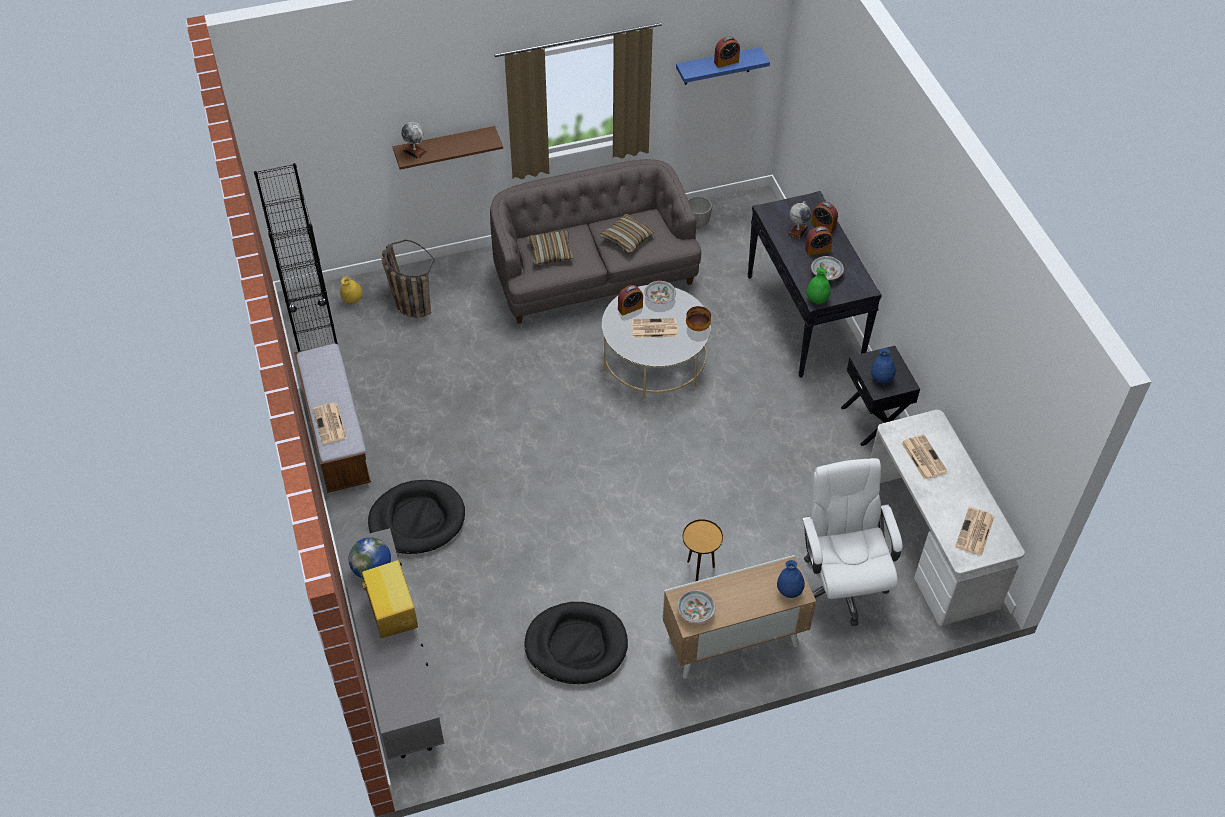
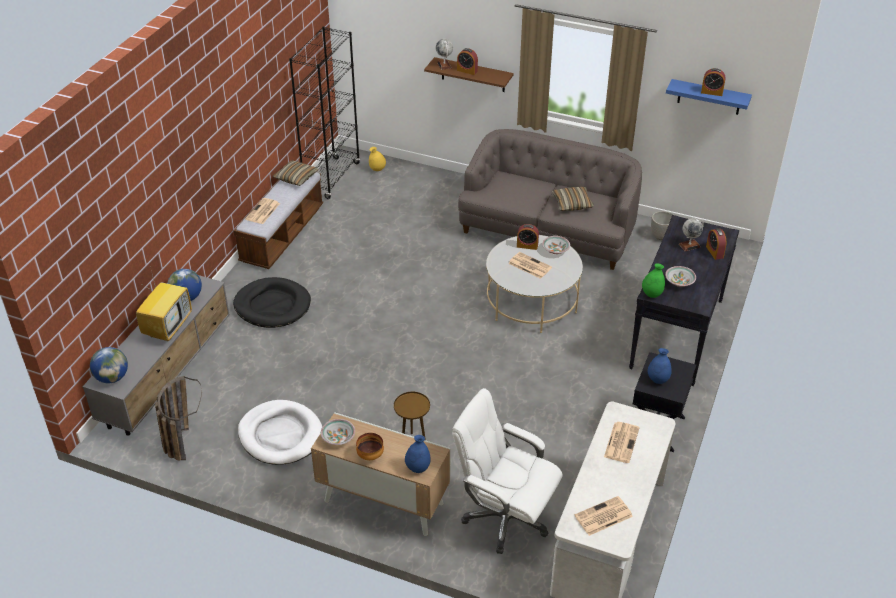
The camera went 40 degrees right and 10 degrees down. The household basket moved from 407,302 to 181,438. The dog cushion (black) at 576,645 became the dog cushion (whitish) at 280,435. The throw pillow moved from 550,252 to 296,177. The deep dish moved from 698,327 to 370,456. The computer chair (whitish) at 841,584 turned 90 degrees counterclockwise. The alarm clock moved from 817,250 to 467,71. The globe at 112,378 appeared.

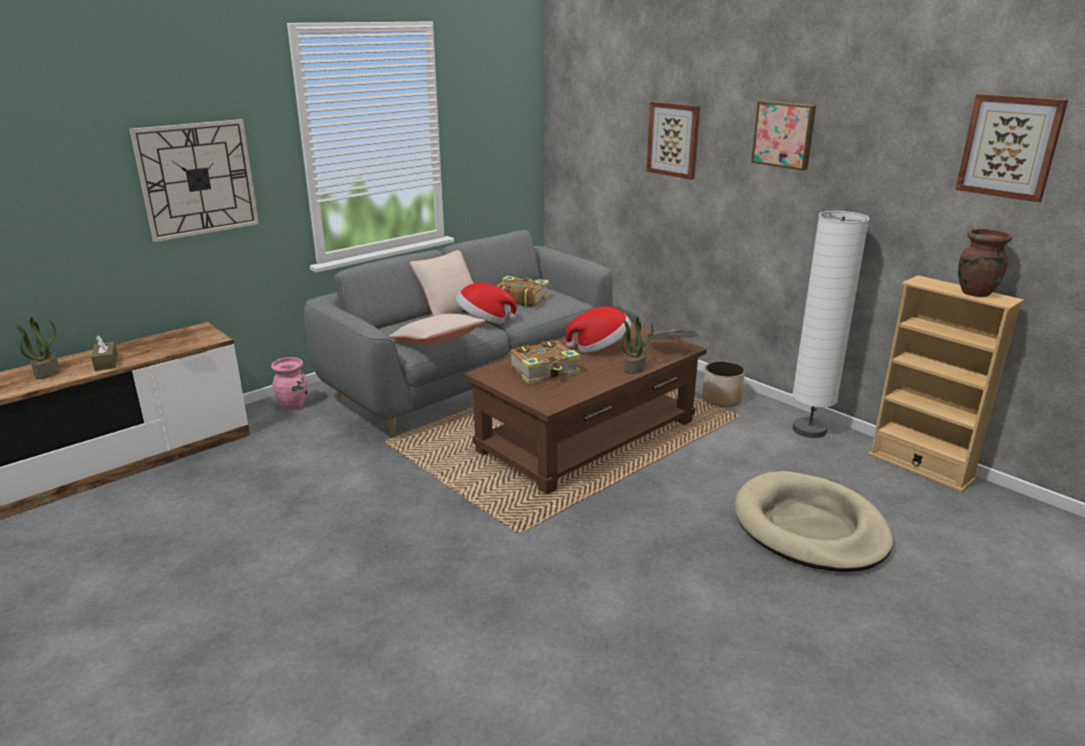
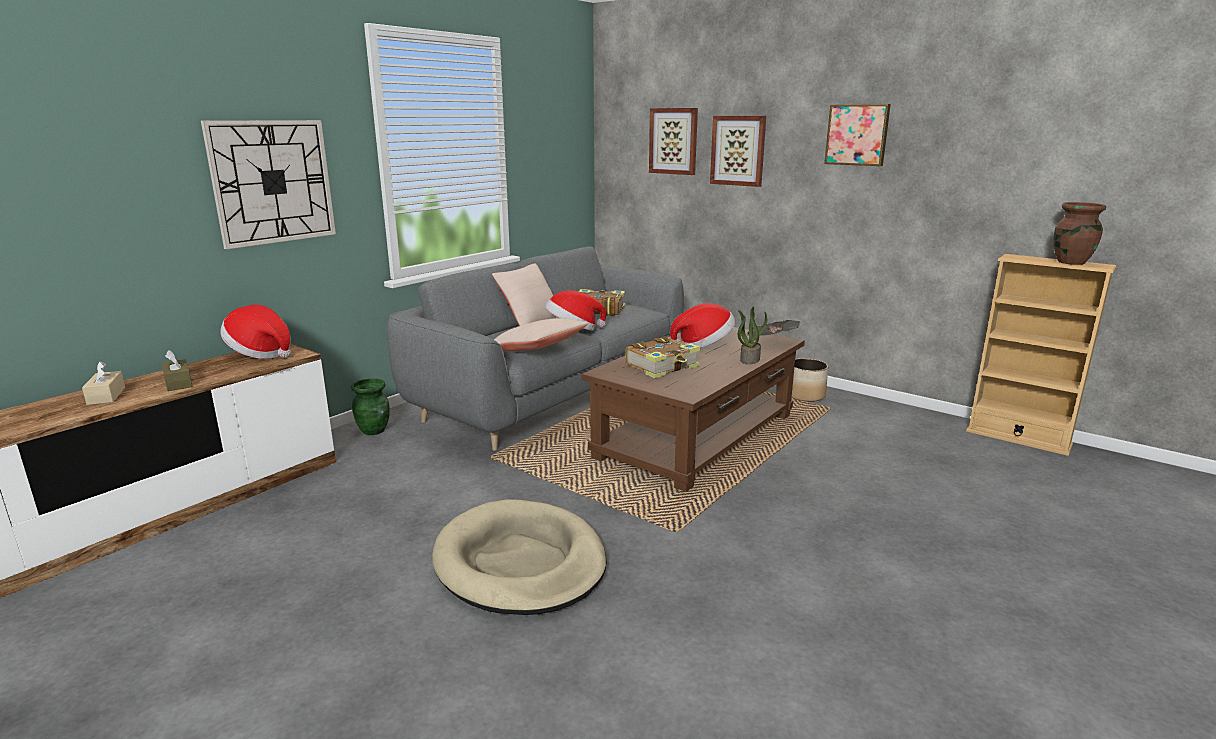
The camera went 10 degrees left and 5 degrees down. The houseplant at 46,372 was replaced by the tissue box (beige) at 106,396. The flower vase (pinkish) at 293,405 became the flower vase (green) at 374,430. The dog cushion (beige) moved from 809,527 to 520,563. The standard lamp (whitish) at 809,430 disappeared. The wall art moved from 1010,146 to 673,141. The hat at 261,353 appeared.

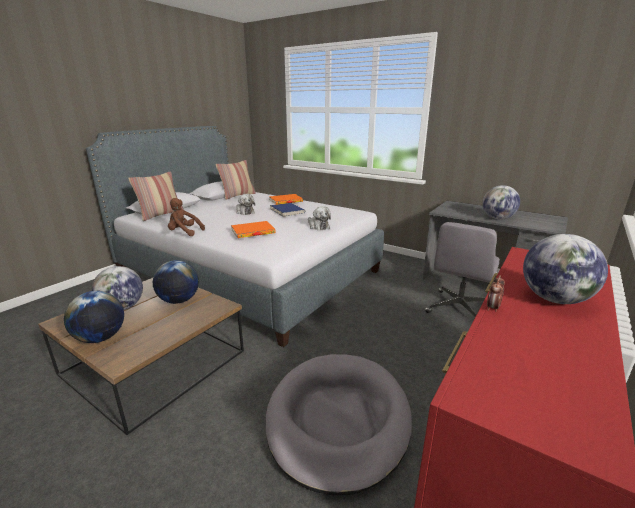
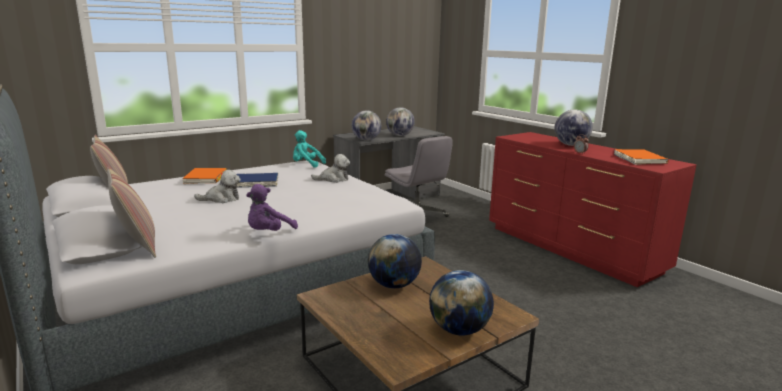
The camera went 70 degrees left and 5 degrees down. The globe moved from 122,308 to 366,140. The soft toy (brownish) at 184,232 became the soft toy (purple-coloured) at 269,233. The book (orange-coloured) moved from 253,232 to 639,159. The dog cushion (greyish) at 338,420 disappeared. The soft toy (blue-green) at 306,165 appeared.

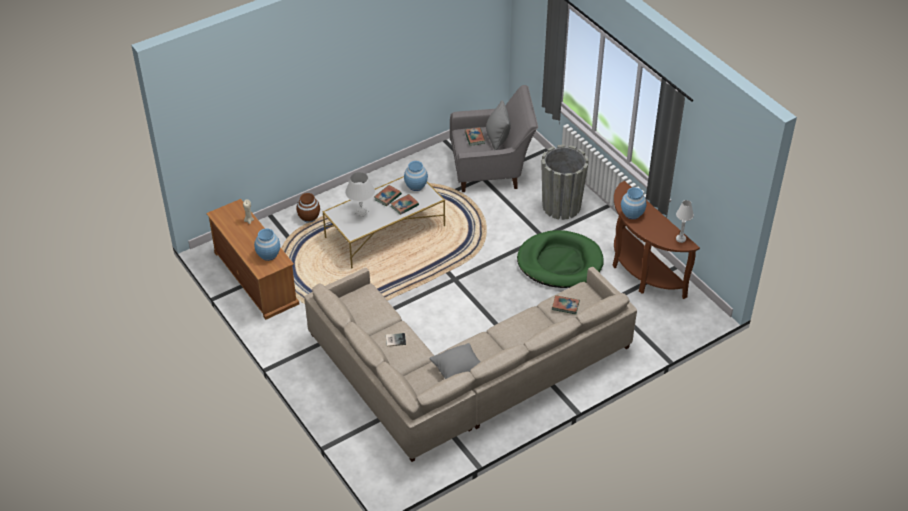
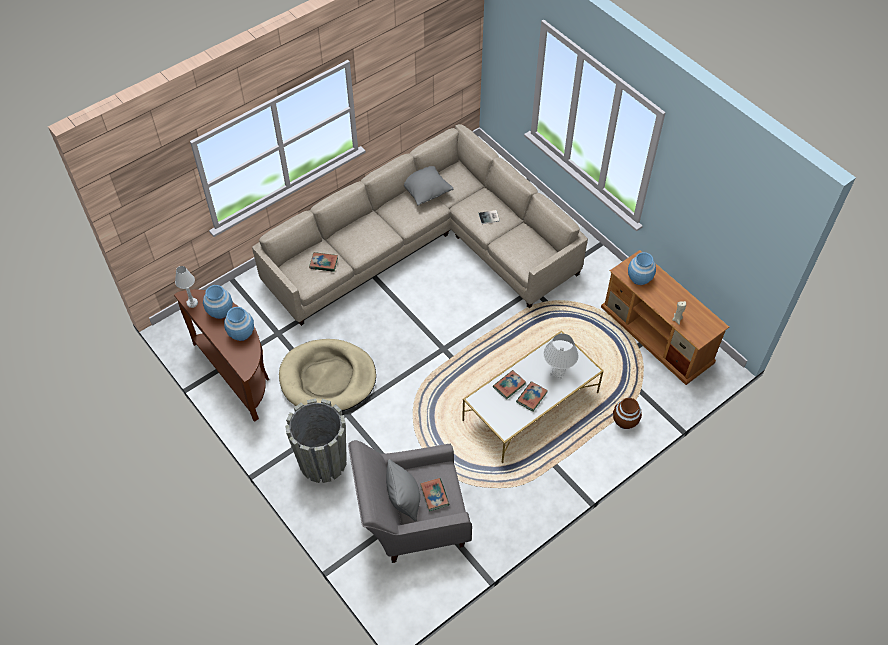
The camera went 175 degrees right and 10 degrees up. The flower vase (bluish) moved from 416,185 to 220,311. The dog cushion (green) at 560,262 became the dog cushion (beige) at 328,378.

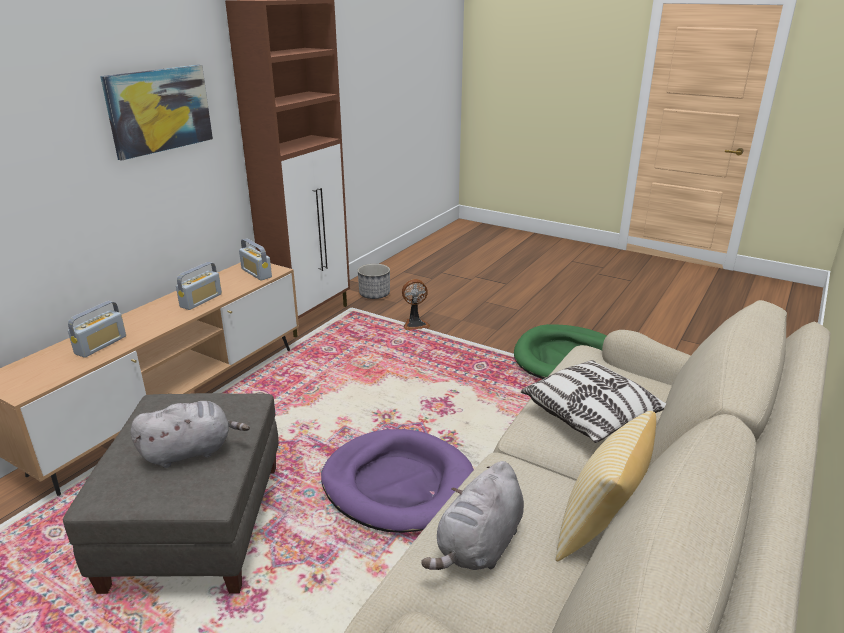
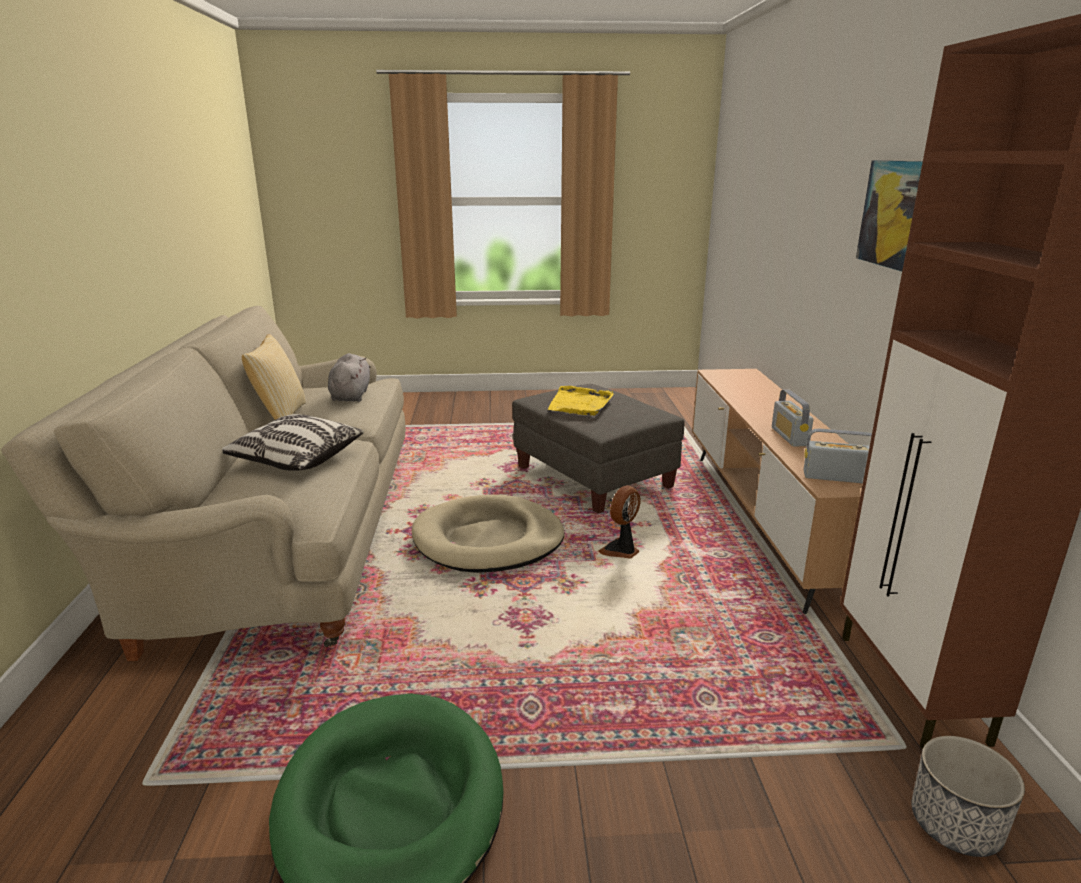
The camera went 145 degrees right and 5 degrees down. The radio set at 101,345 disappeared. The soft toy (greyish) at 191,451 was replaced by the carrying tray (yellowish) at 580,404. The dog cushion (purple-coloured) at 398,484 became the dog cushion (beige) at 488,540. The electric fan moved from 415,324 to 621,551.

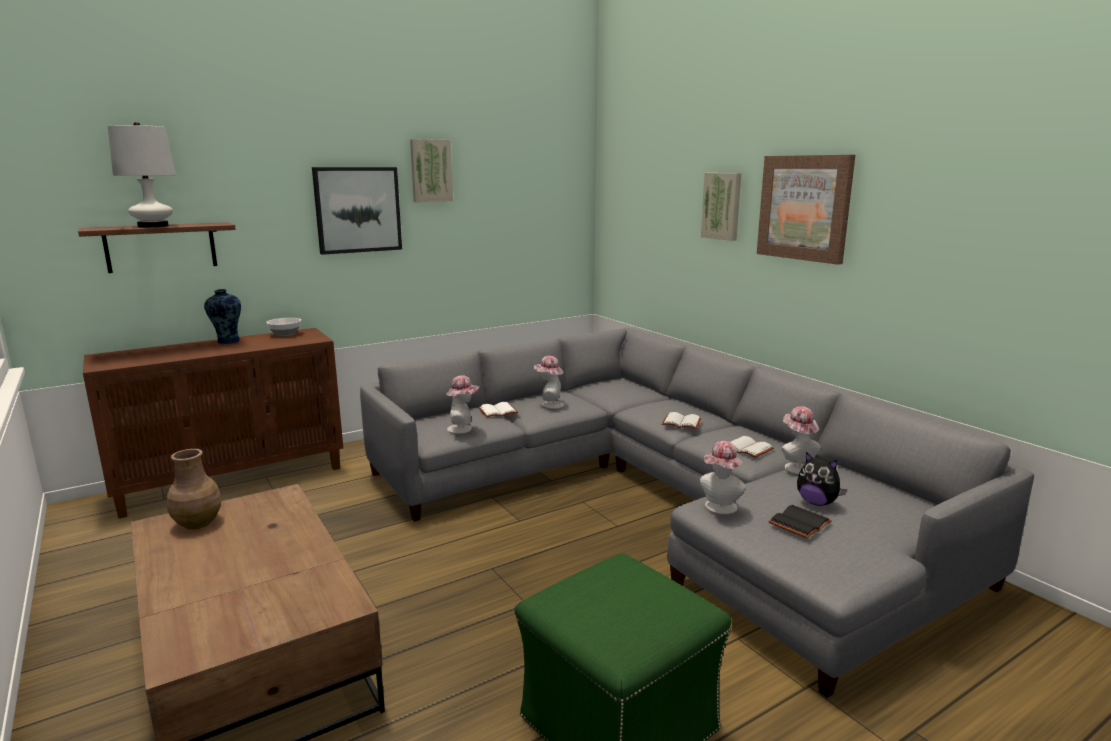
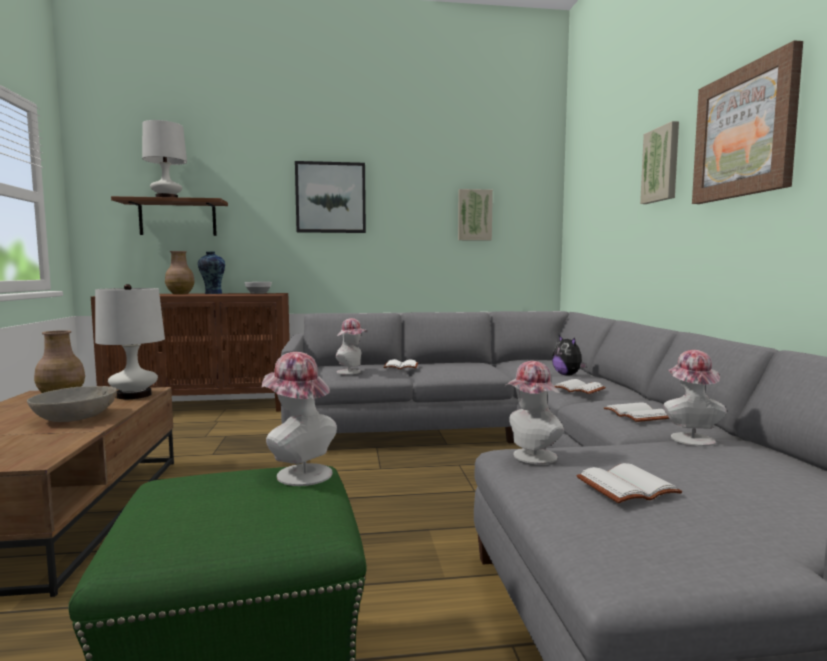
The camera went 25 degrees right and 10 degrees down. The wall art moved from 430,171 to 474,215. The hat moved from 549,404 to 298,473. The book (black) at 800,524 became the book (whitish) at 627,488. The soft toy moved from 817,502 to 568,375. The deep dish (greyish) at 75,417 appeared. The lamp for a table (whitish) at 134,395 appeared. The flower vase (brownish) at 180,293 appeared.

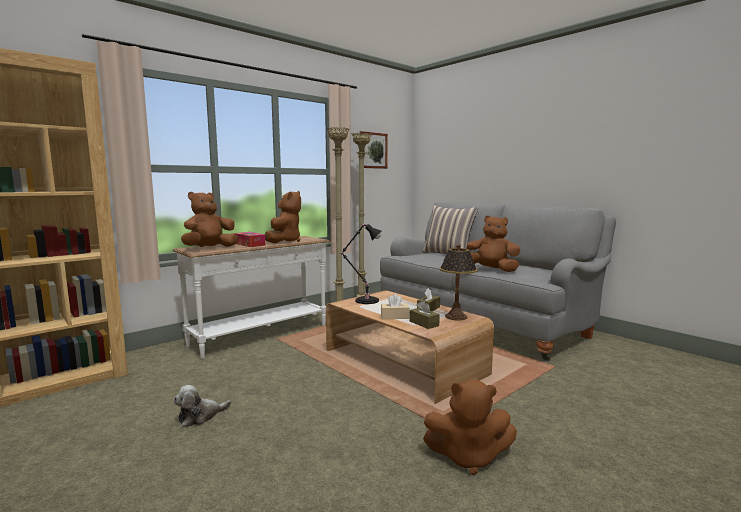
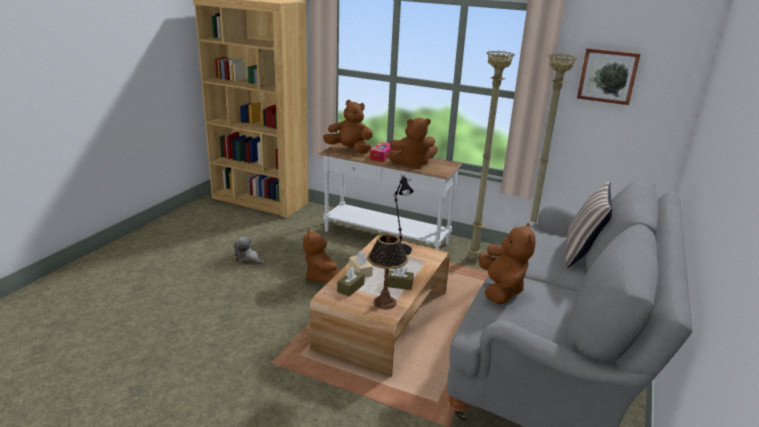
The camera went 65 degrees right and 15 degrees up. The soft toy (brownish) moved from 468,457 to 322,278.

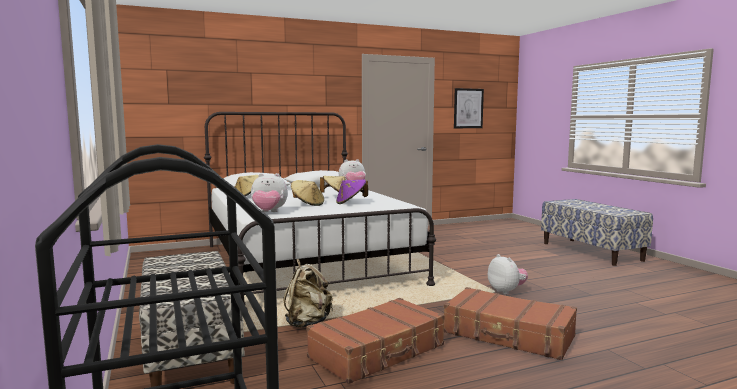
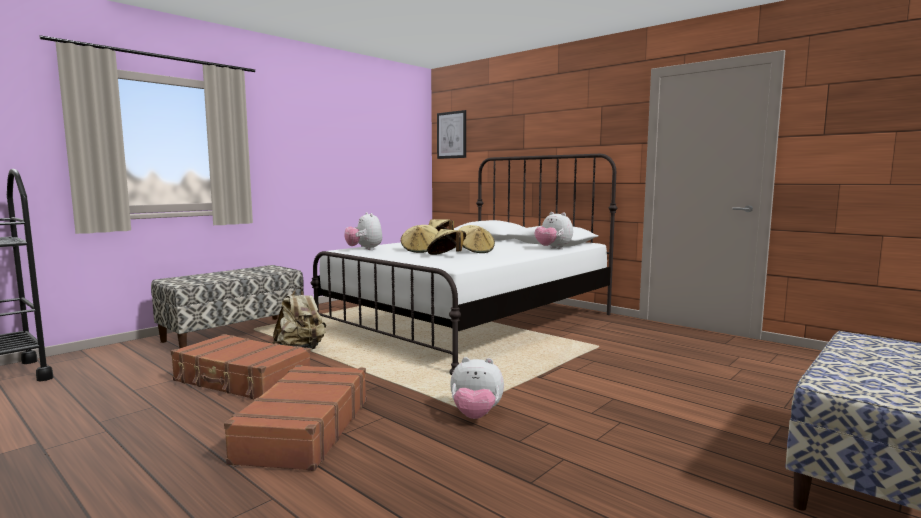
The camera went 65 degrees right and 0 degrees up. The hat (purple-coloured) at 351,203 became the hat (beige) at 447,256. The wall art moved from 468,108 to 451,135. The soft toy at 506,291 turned 60 degrees clockwise.

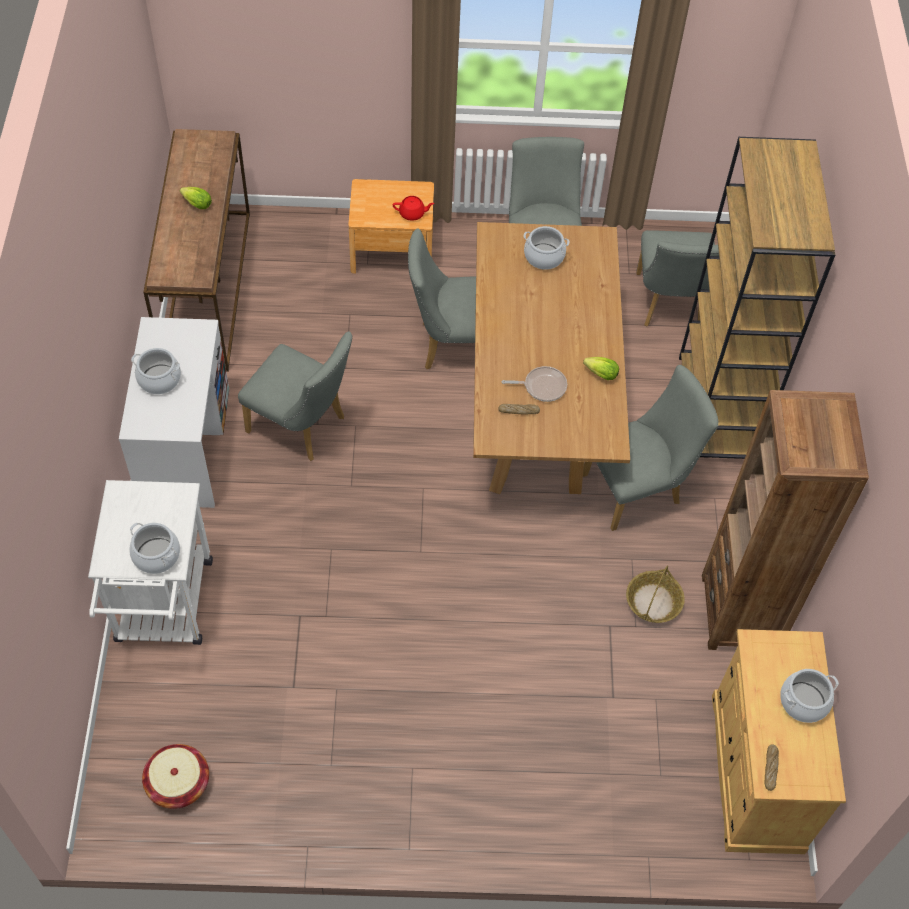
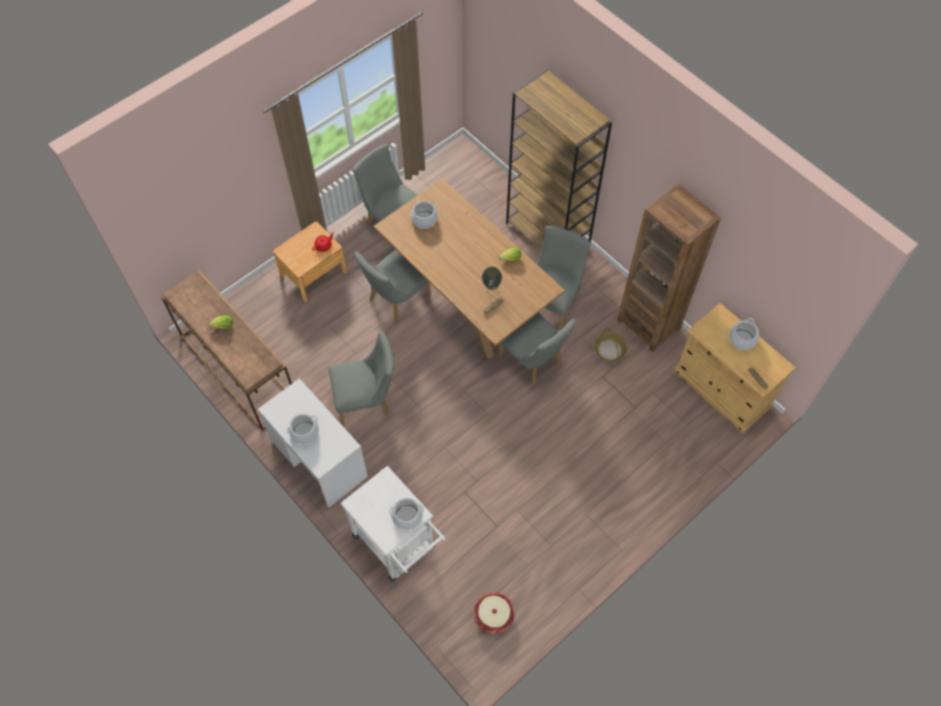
The camera went 40 degrees left and 5 degrees up. The frying pan at 542,386 was replaced by the flower vase at 491,286. The plain chair (greyish) moved from 670,305 to 533,362.

